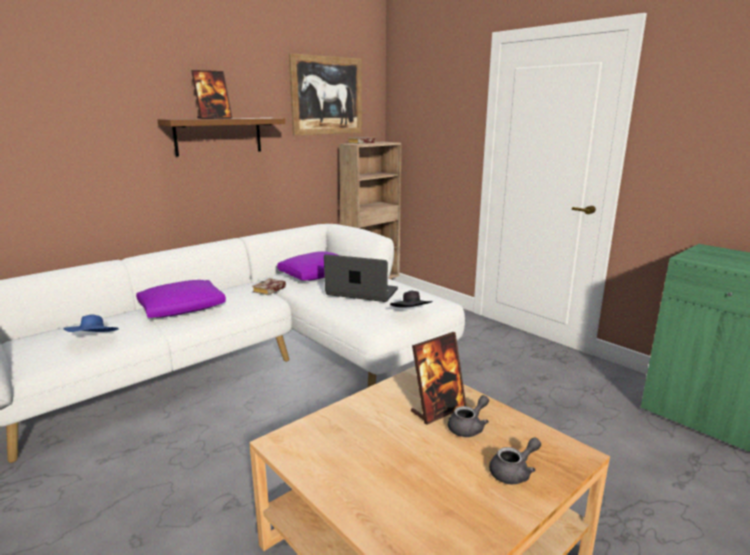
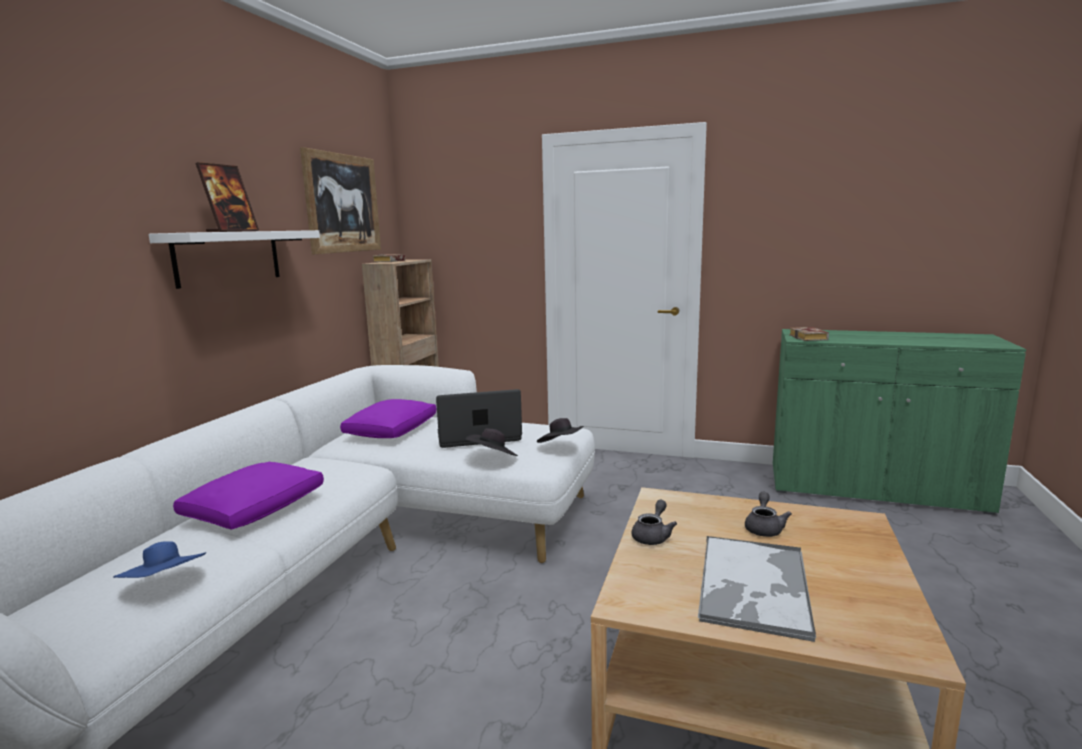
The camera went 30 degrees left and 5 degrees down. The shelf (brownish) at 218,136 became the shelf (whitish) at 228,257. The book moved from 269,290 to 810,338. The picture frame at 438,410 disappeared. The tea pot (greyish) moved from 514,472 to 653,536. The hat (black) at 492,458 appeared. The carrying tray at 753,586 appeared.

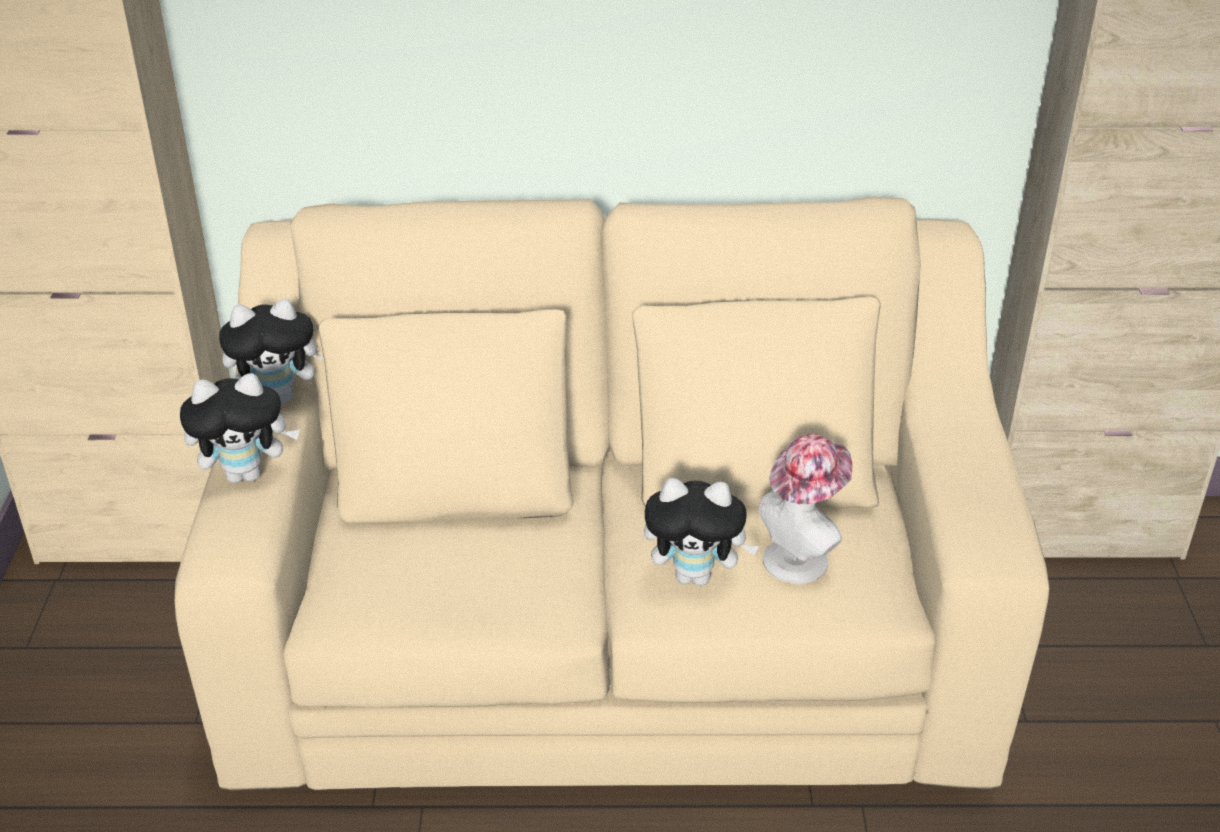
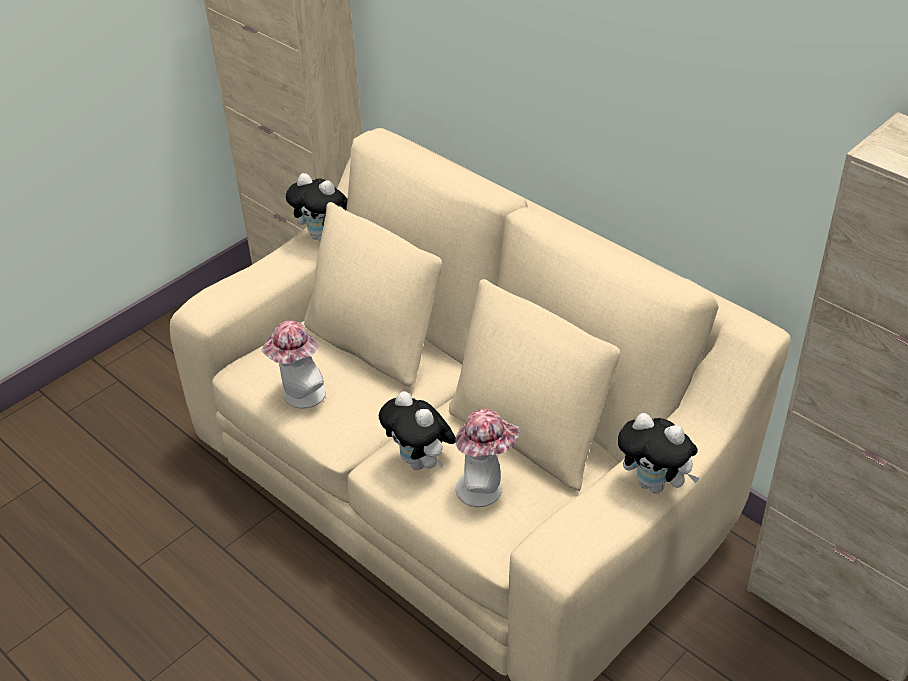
The camera went 45 degrees right and 5 degrees up. The soft toy moved from 247,474 to 655,484. The hat at 300,396 appeared.

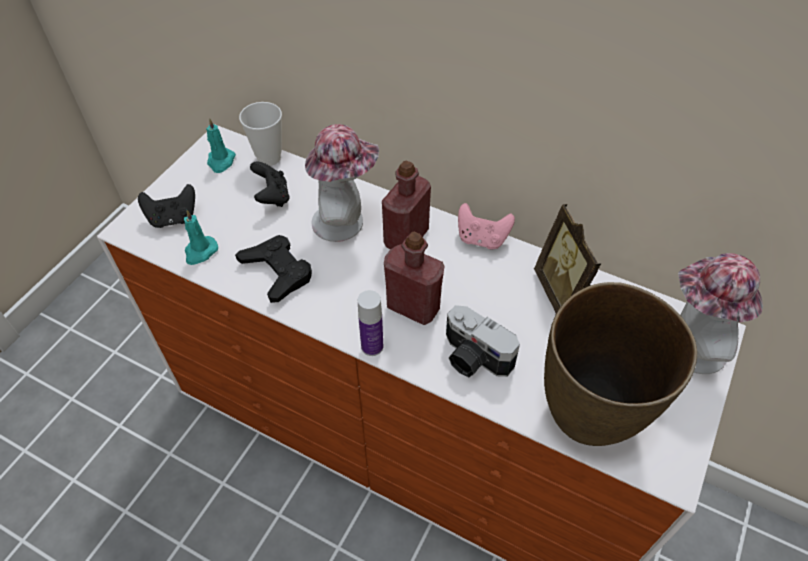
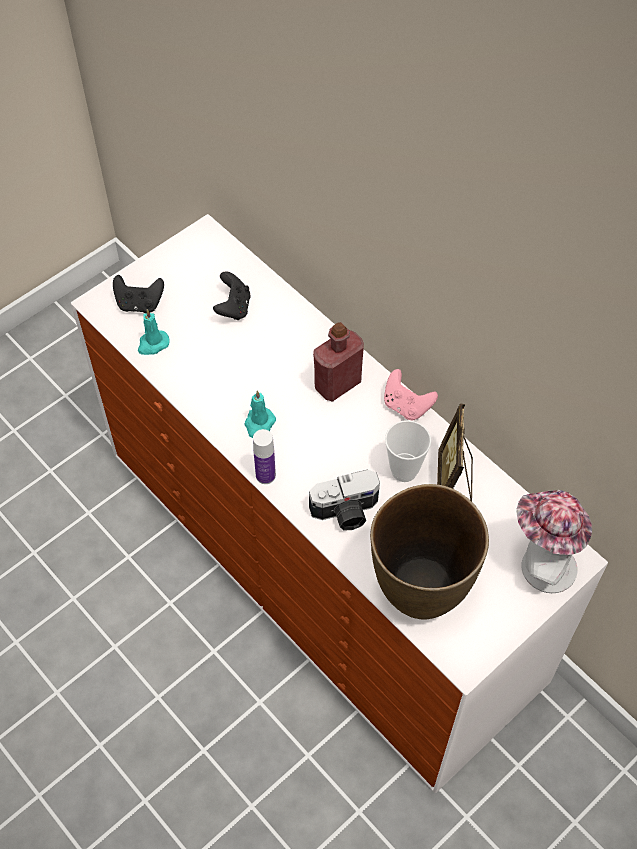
The camera went 20 degrees right and 5 degrees up. The candle (blue-green) moved from 221,161 to 259,424. The joypad (black) at 277,271 disappeared. The cup moved from 269,158 to 404,471. The hat at 345,221 disappeared. The drink bottle (red-coloured) at 413,307 disappeared. The still camera at 473,358 turned 75 degrees counterclockwise.

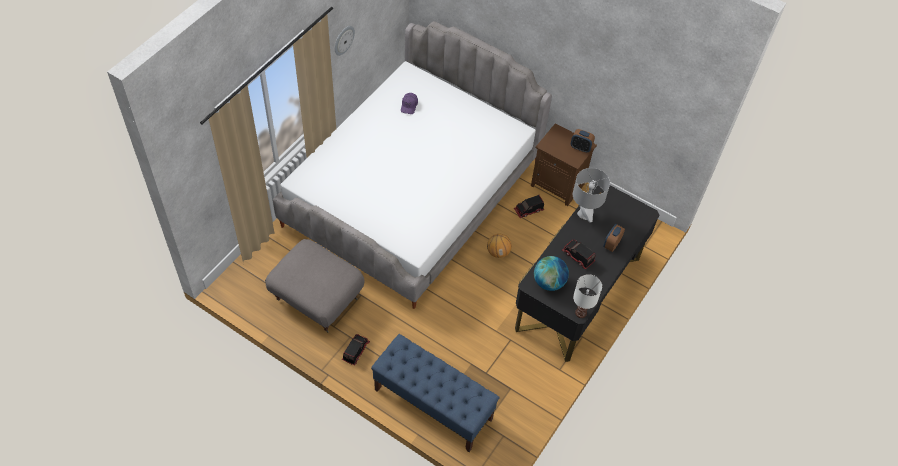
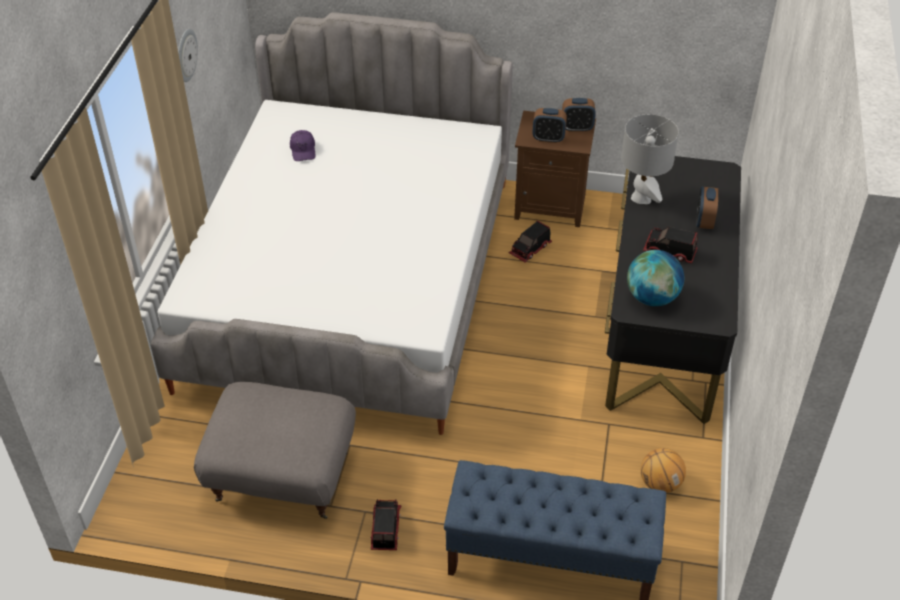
The camera went 20 degrees left and 10 degrees down. The ball for basketball moved from 498,252 to 660,483. The lamp for a table (whitish) at 580,313 disappeared. The alarm clock at 548,138 appeared.

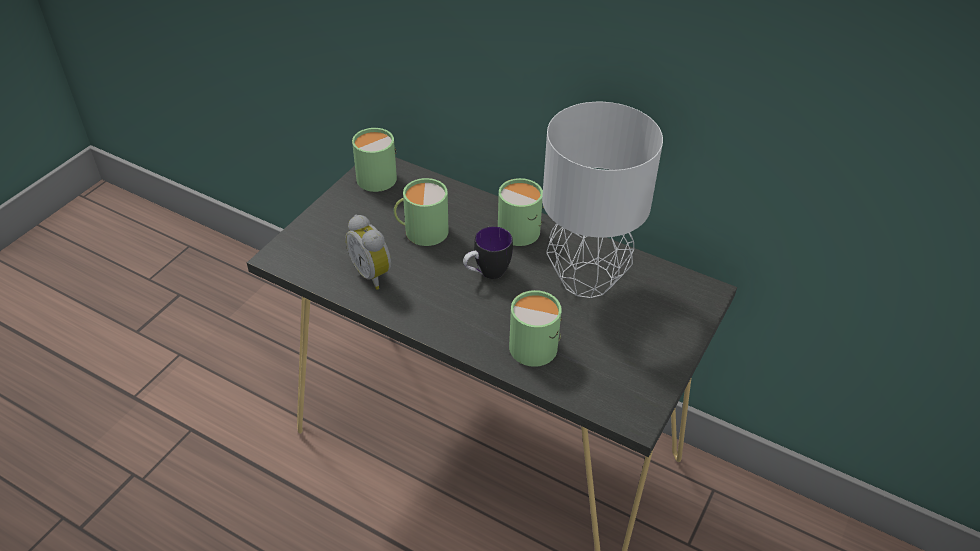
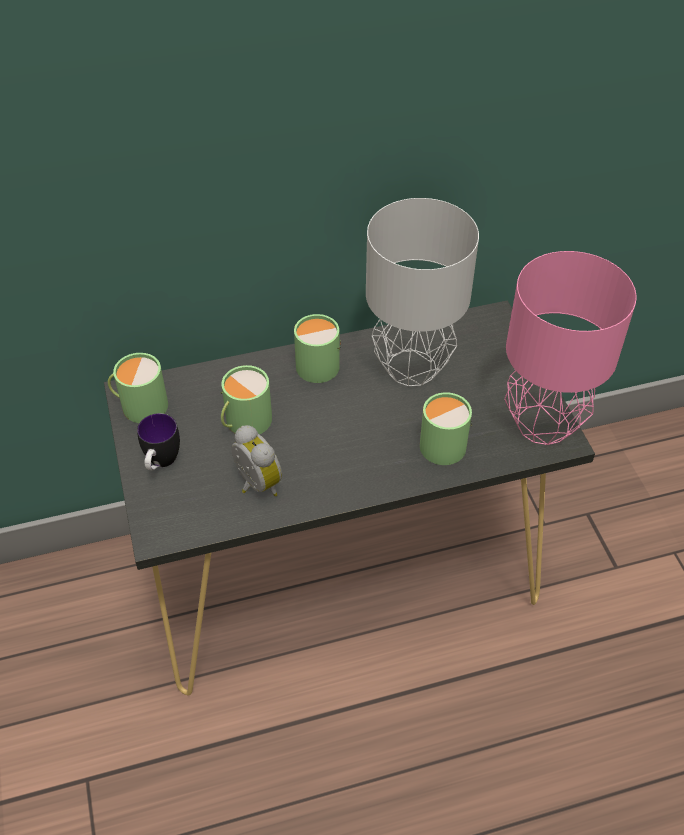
The camera went 45 degrees left and 5 degrees up. The alarm clock at 373,273 turned 135 degrees counterclockwise. The tea mug moved from 486,274 to 161,464. The lamp for a table (pinkish) at 542,426 appeared.

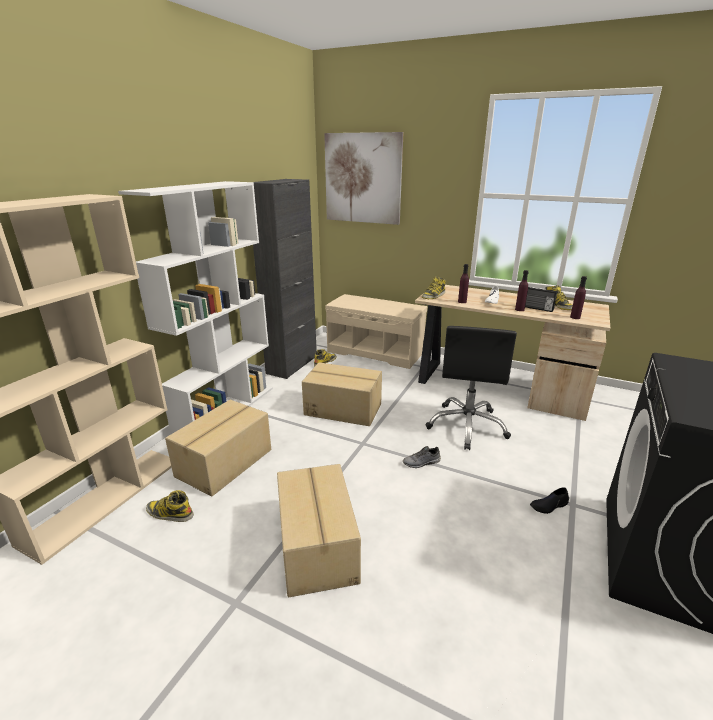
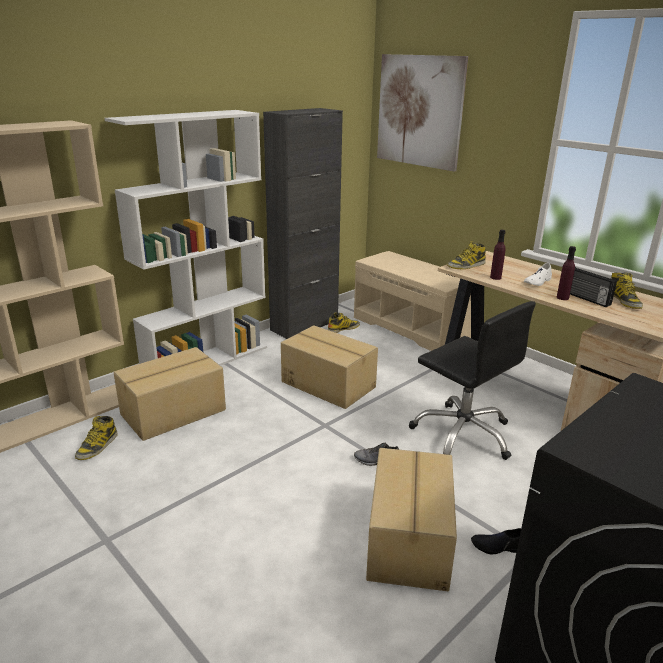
The camera went 20 degrees right and 0 degrees up. The high-top boot at 169,513 turned 105 degrees counterclockwise. The packing box moved from 318,545 to 410,539. The computer chair (black) at 467,426 turned 75 degrees counterclockwise. The drink bottle (purple-coloured) at 575,317 disappeared.

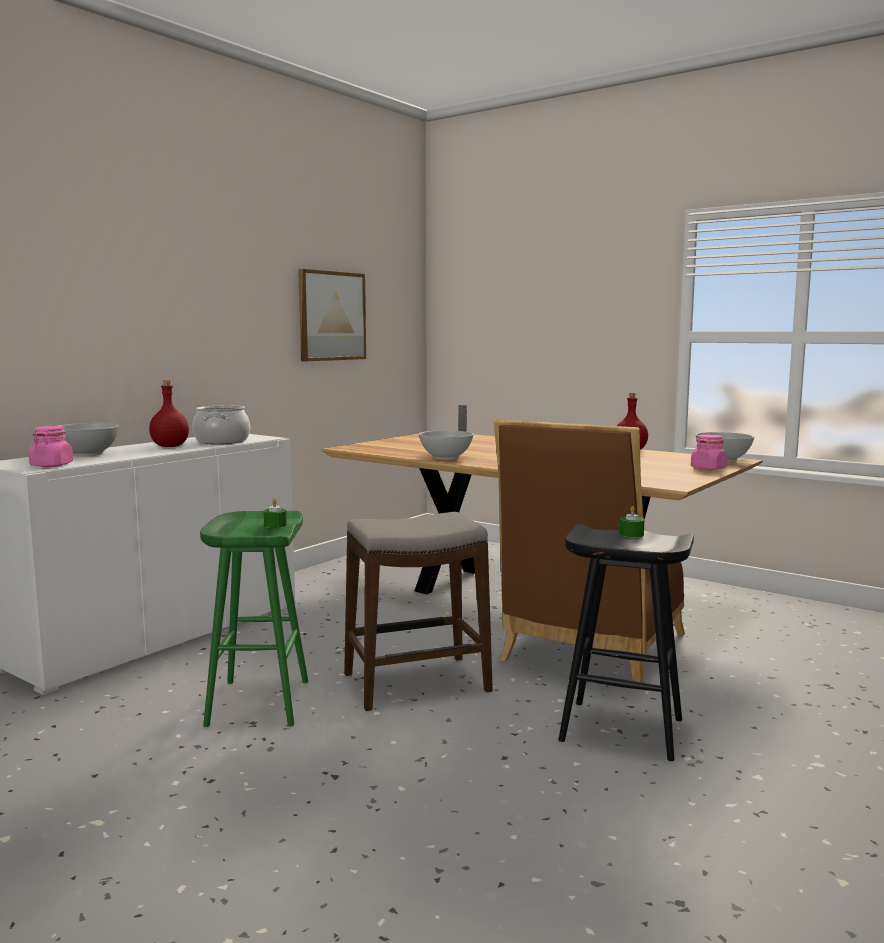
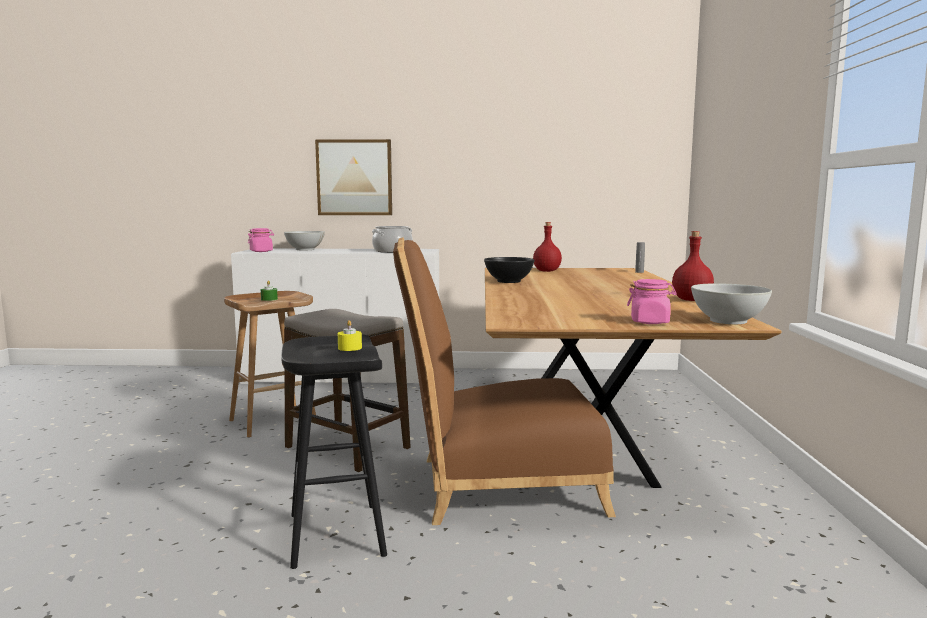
The camera went 55 degrees right and 0 degrees up. The drink bottle (red-coloured) moved from 170,446 to 546,271. The stool (green) at 257,702 became the stool (brownish) at 274,421. The wall art moved from 331,316 to 354,177. The deep dish (whitish) at 446,458 became the deep dish (black) at 509,281. The candle (green) at 631,534 became the candle (yellowish) at 350,348.

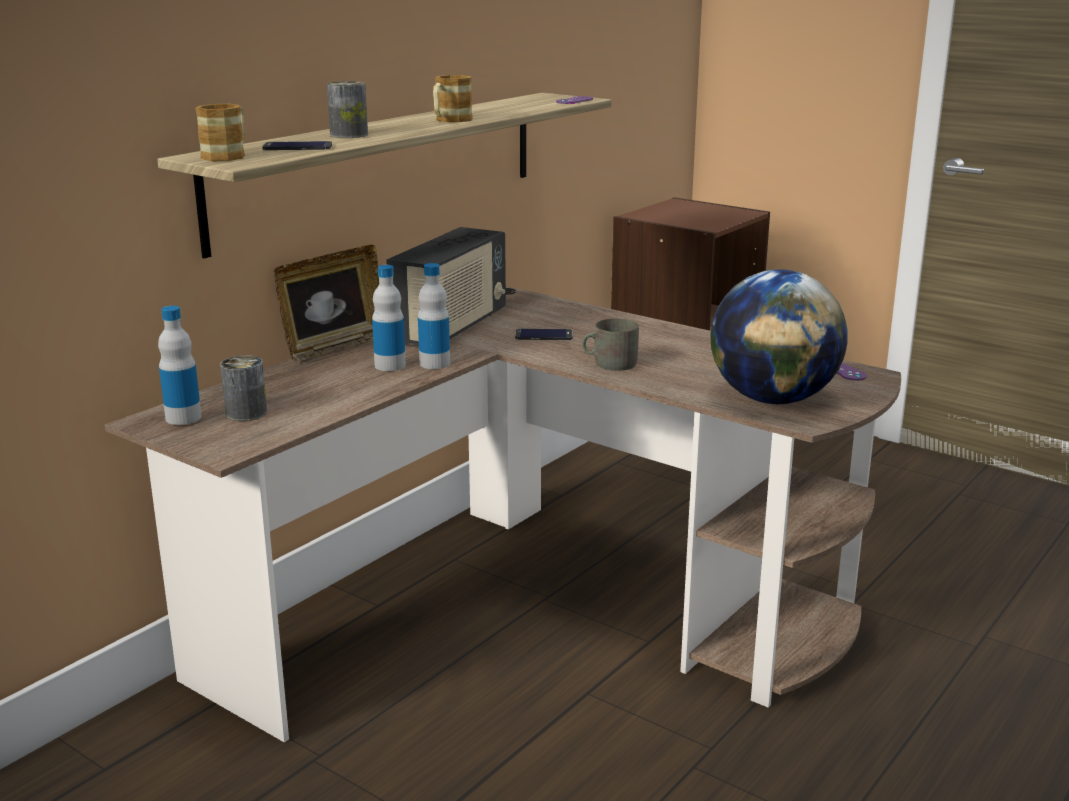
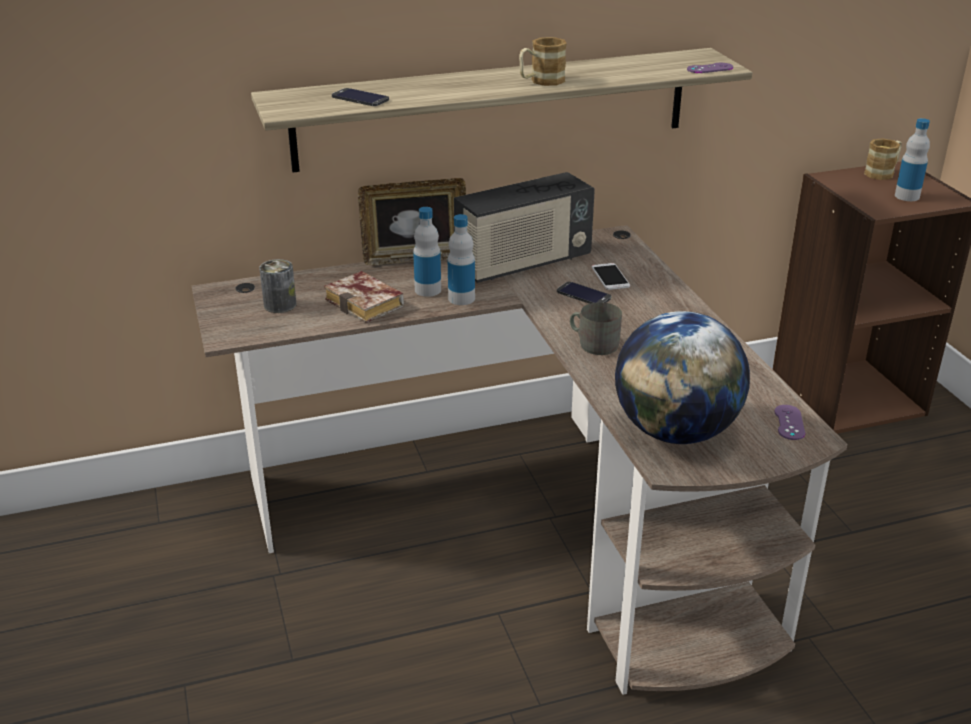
The camera went 35 degrees right and 10 degrees up. The drink bottle moved from 183,418 to 907,196. The tea mug moved from 228,155 to 882,172. The can at 349,135 disappeared. The book at 368,304 appeared. The phone at 610,277 appeared.

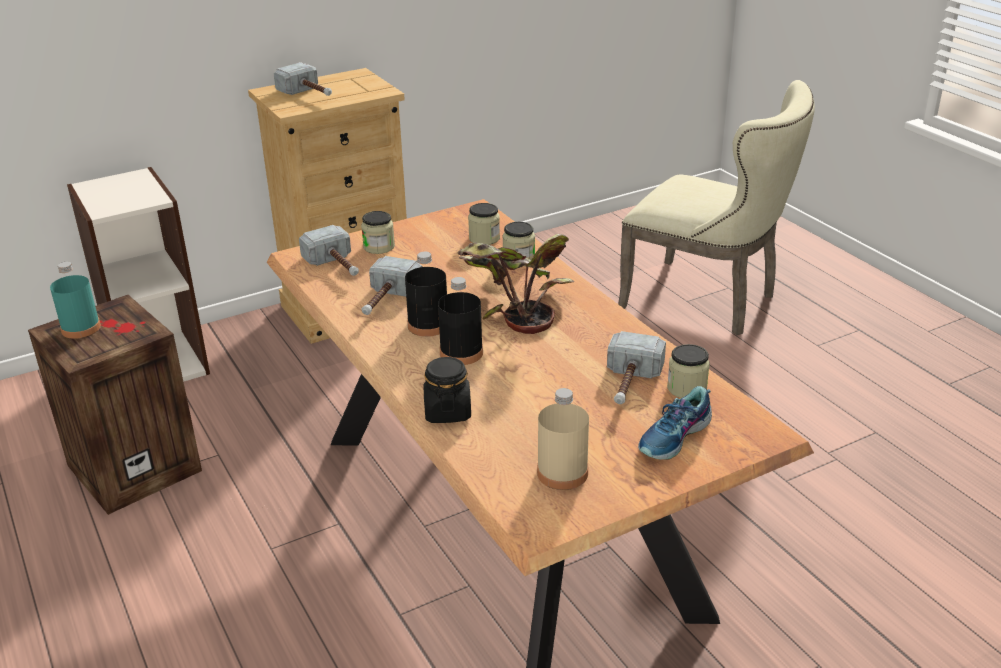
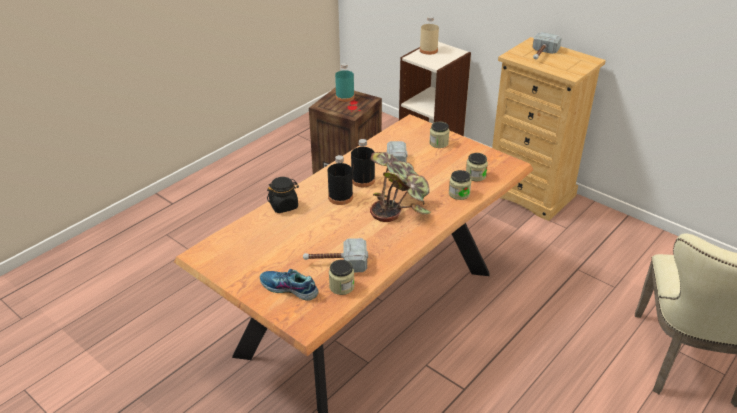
The camera went 70 degrees right and 5 degrees up. The hand hammer at 337,267 disappeared. The drink bottle (beige) moved from 562,473 to 428,50.

